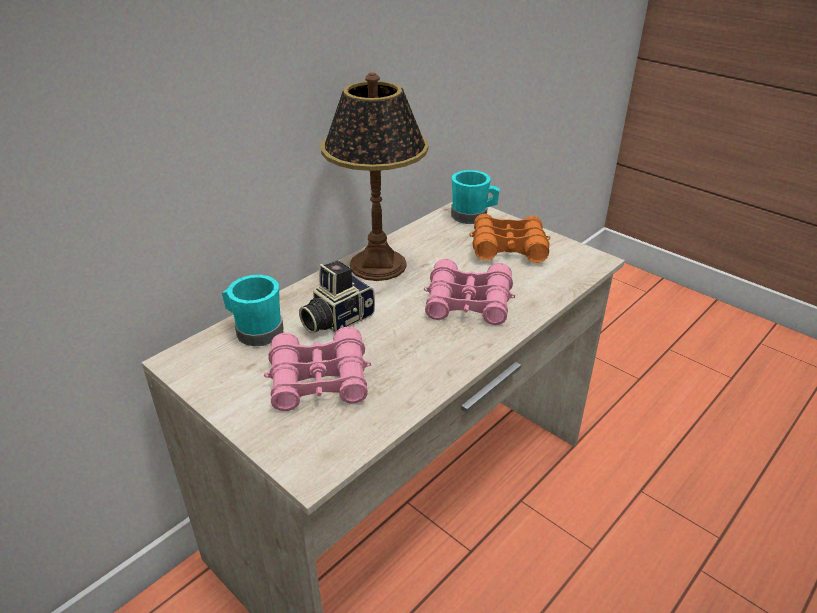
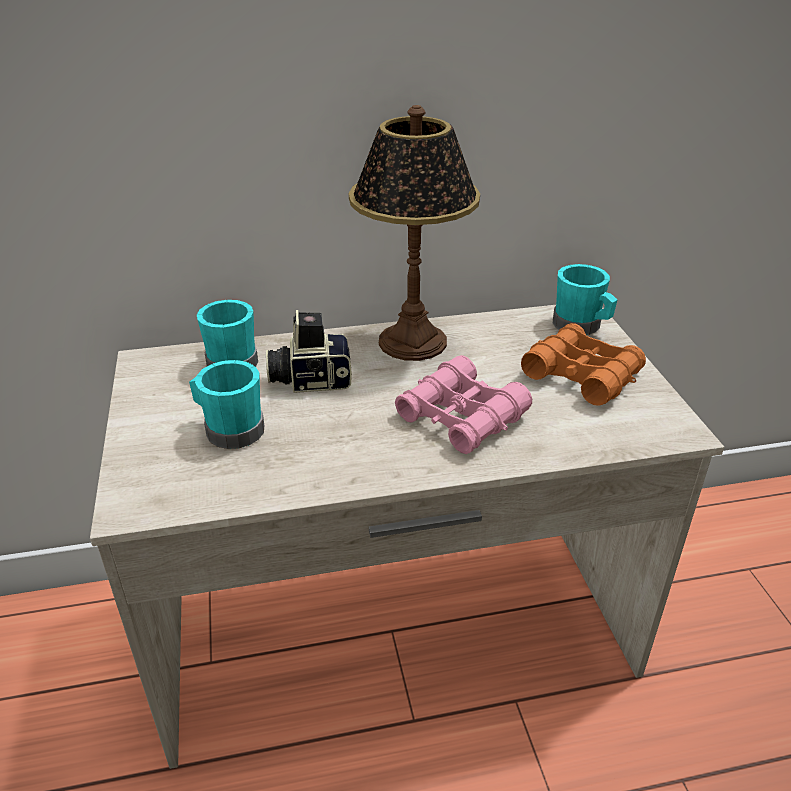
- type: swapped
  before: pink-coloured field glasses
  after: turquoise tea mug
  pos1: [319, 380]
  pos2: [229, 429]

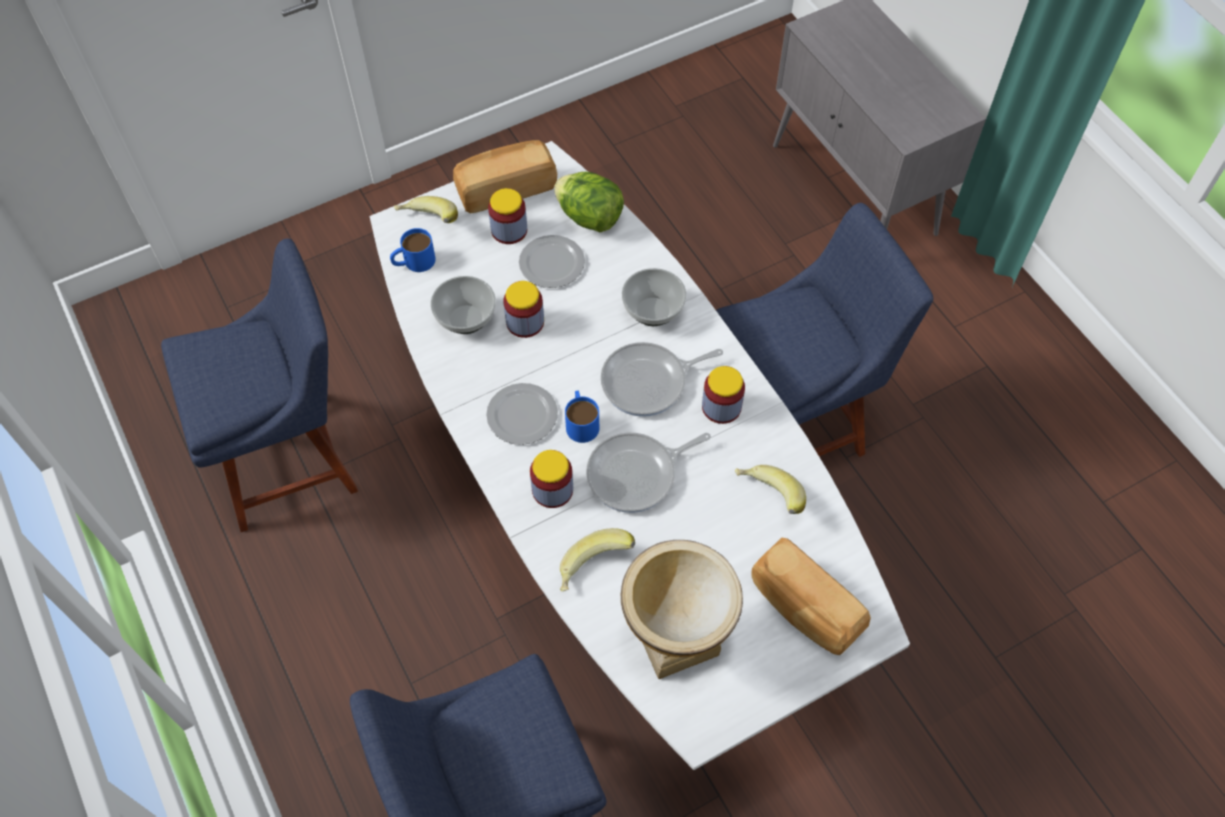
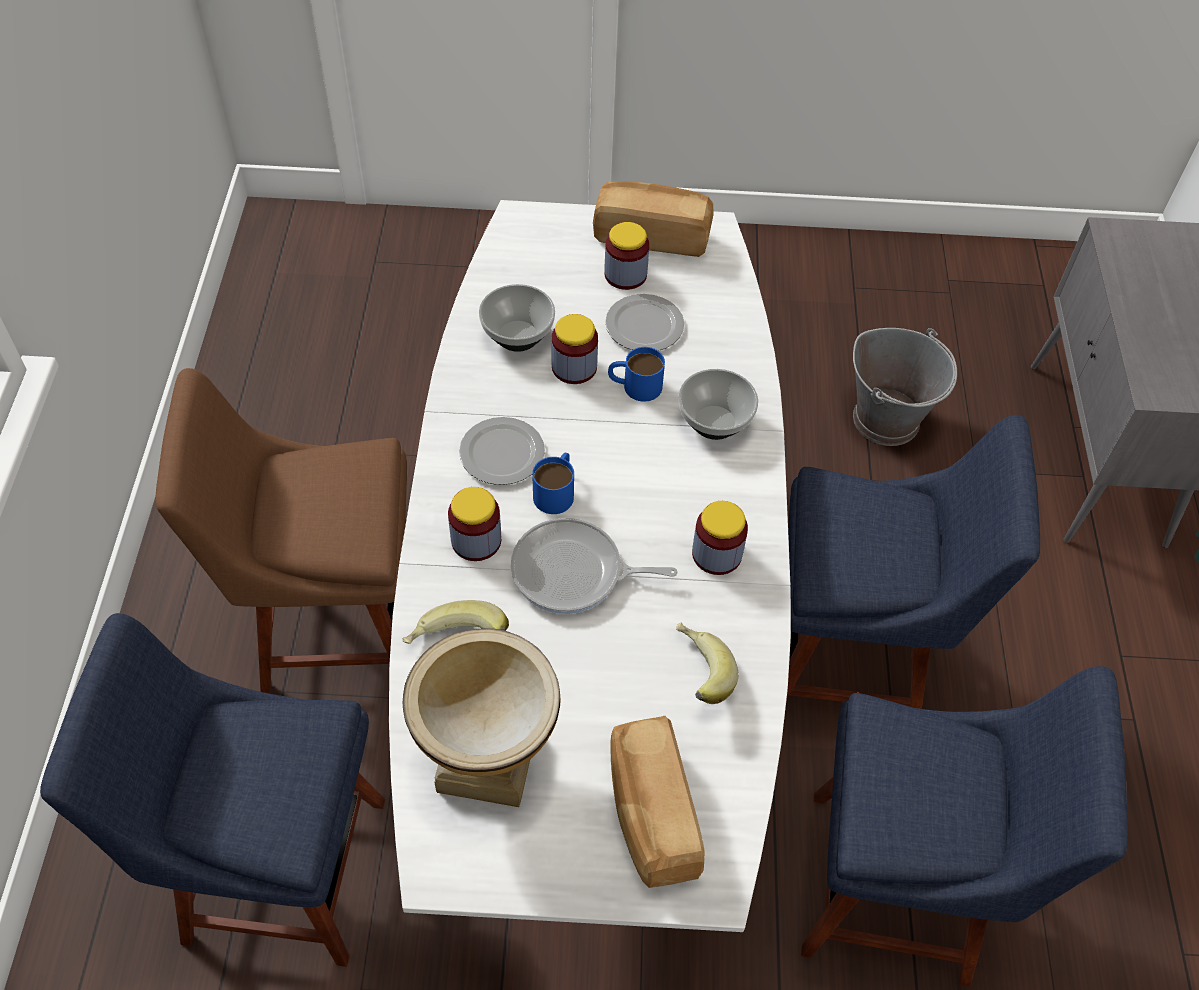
- type: shifted
  before: blue-coloured upright chair
  pos1: [293, 457]
  pos2: [901, 888]
- type: shifted
  before: blue-coloured tea mug
  pos1: [413, 262]
  pos2: [635, 385]
- type: gone
  before: banana
  pos1: [428, 223]
- type: gone
  before: lettuce
  pos1: [589, 217]
- type: gone
  before: frying pan
  pos1: [648, 382]
- type: new
  after: brown upright chair
  pos2: [329, 622]
- type: new
  after: greyish bucket
  pos2: [887, 419]

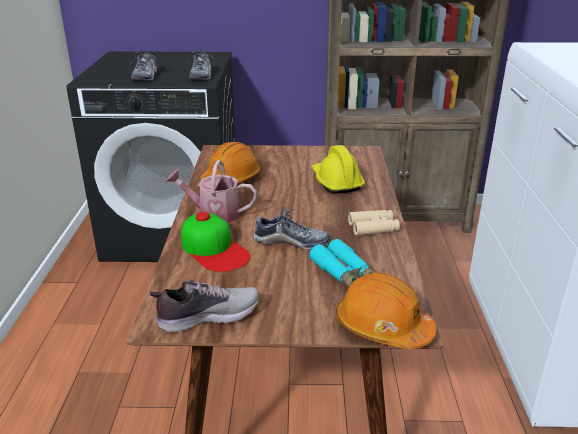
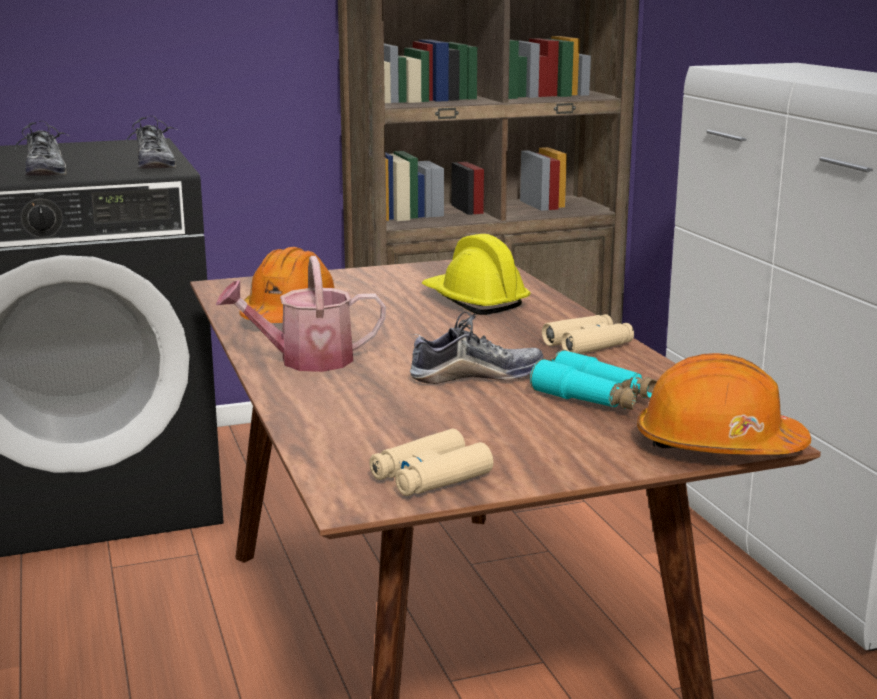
- type: swapped
  before: shoe
  after: sand-coloured field glasses
  pos1: [207, 316]
  pos2: [430, 477]
- type: gone
  before: baseball cap
  pos1: [214, 249]

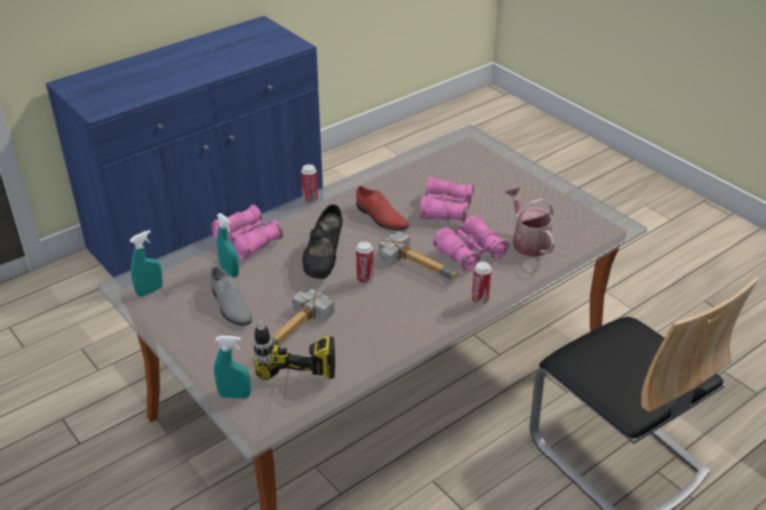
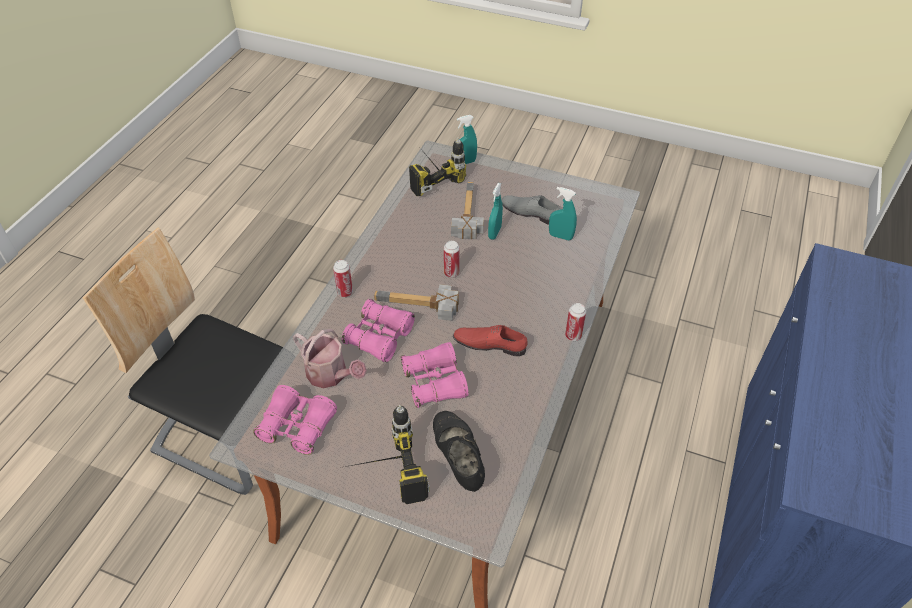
- type: shifted
  before: turquoise spray bottle
  pos1: [150, 291]
  pos2: [494, 233]
- type: shifted
  before: pink-coloured field glasses
  pos1: [248, 240]
  pos2: [297, 426]
- type: shifted
  before: black shoe
  pos1: [324, 260]
  pos2: [458, 460]
- type: new
  after: power drill
  pos2: [381, 475]

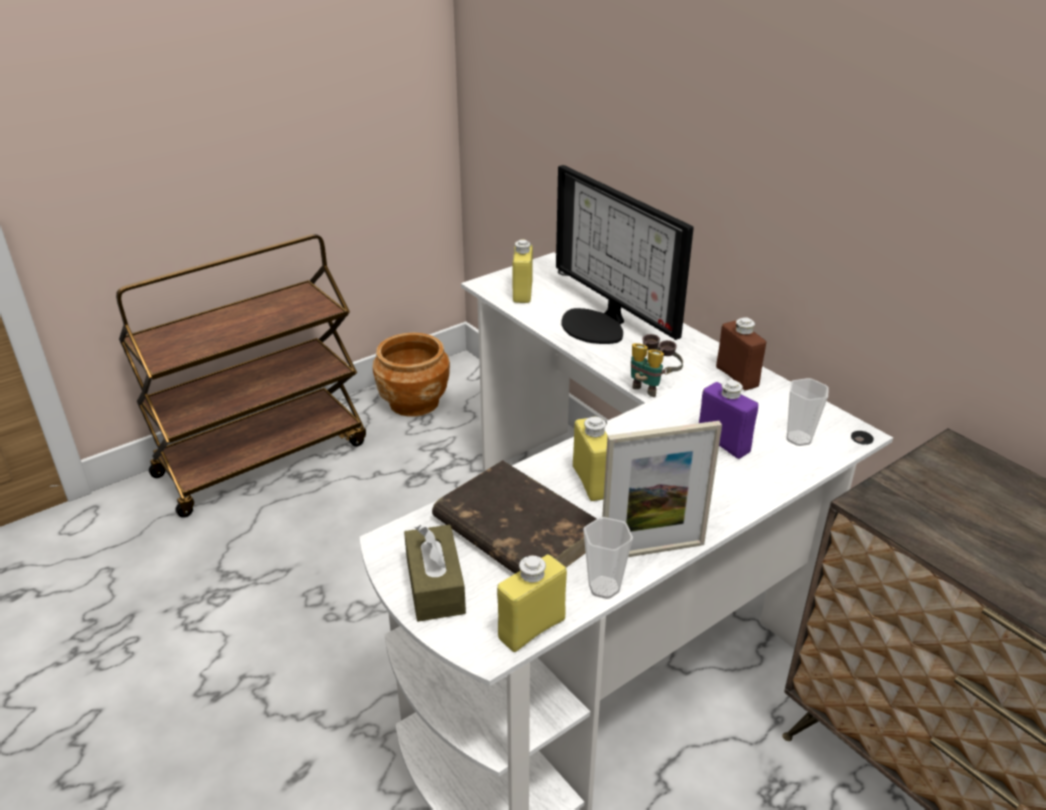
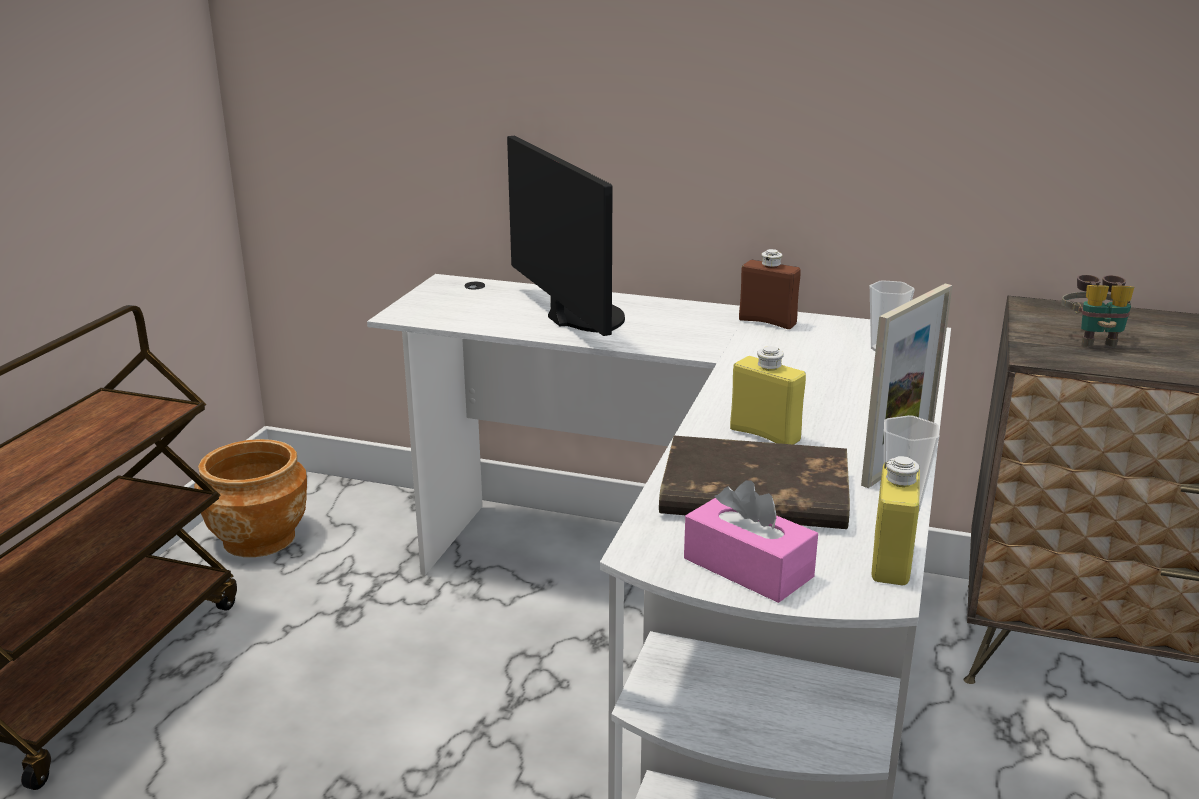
- type: repainted
  before: brown tissue holder
  after: pink-coloured tissue holder
  pos1: [435, 585]
  pos2: [748, 567]
- type: gone
  before: yellow beverage bottle
  pos1: [522, 293]
- type: rotated
  before: computer display
  pos1: [599, 325]
  pos2: [578, 317]
  turn: -135
- type: shifted
  before: field glasses
  pos1: [651, 386]
  pos2: [1093, 340]
- type: gone
  before: purplish beverage bottle
  pos1: [723, 443]

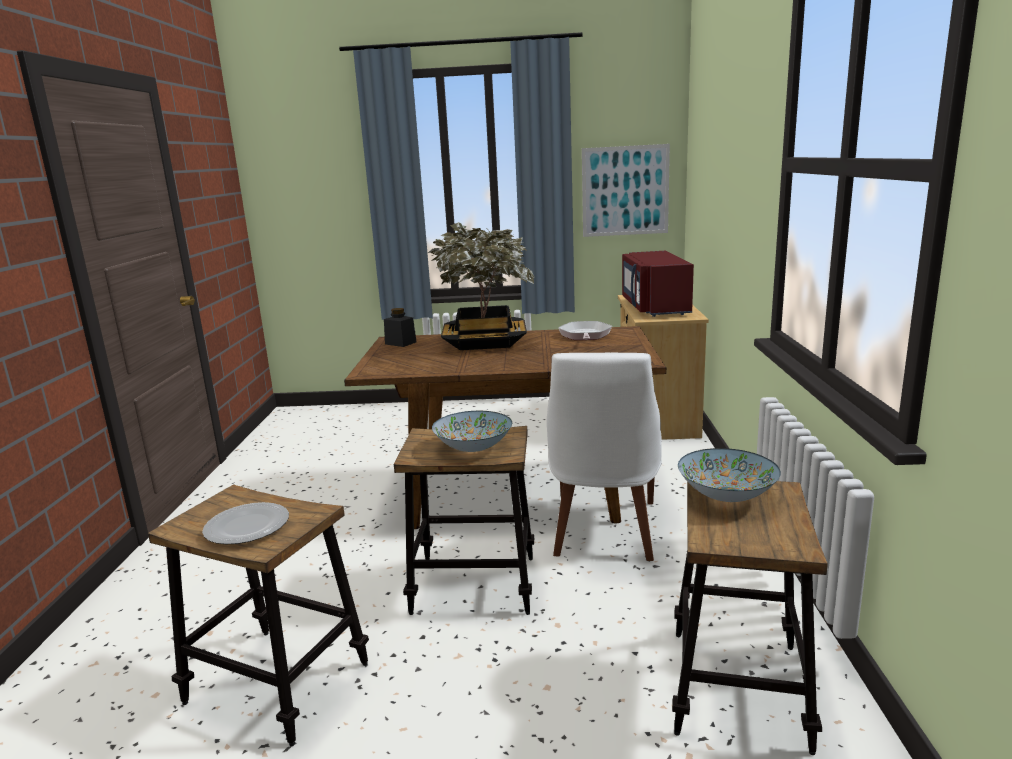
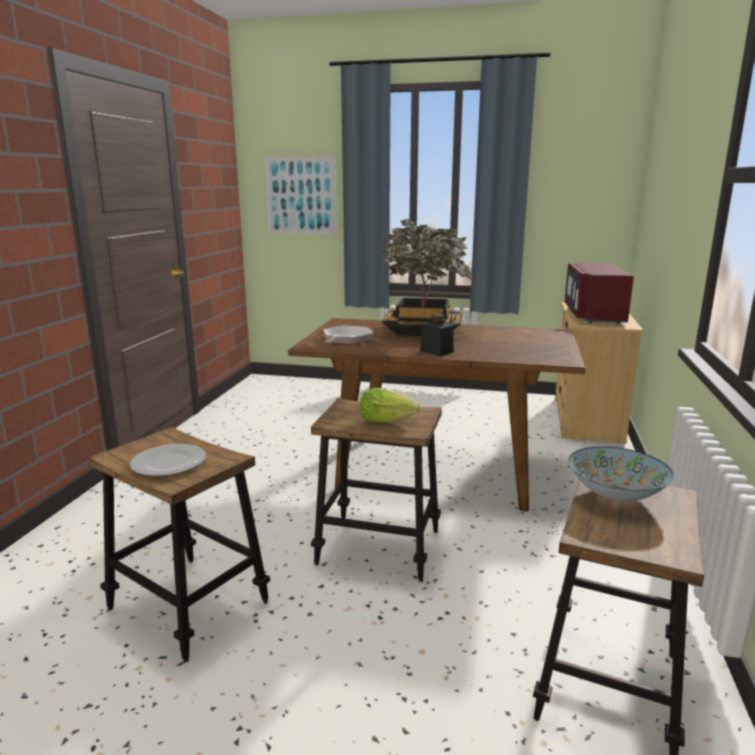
- type: shifted
  before: black storage jar
  pos1: [400, 343]
  pos2: [436, 351]
- type: swapped
  before: serving bowl
  after: lettuce
  pos1: [473, 447]
  pos2: [386, 420]
- type: gone
  before: white-coloured upright chair
  pos1: [604, 531]
- type: shifted
  before: frying pan
  pos1: [585, 336]
  pos2: [346, 340]
- type: shifted
  before: wall art
  pos1: [625, 191]
  pos2: [300, 196]

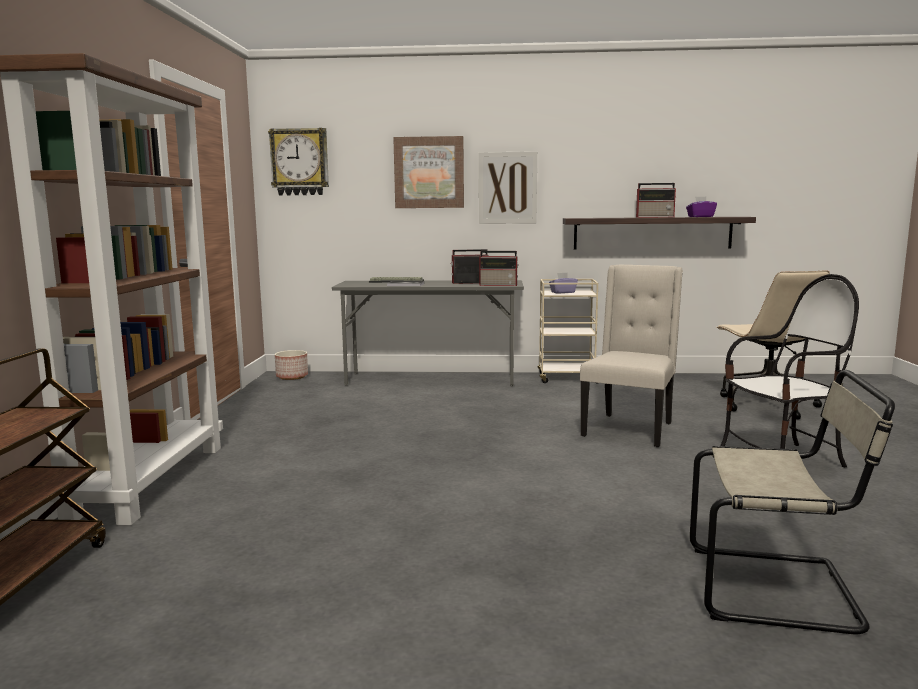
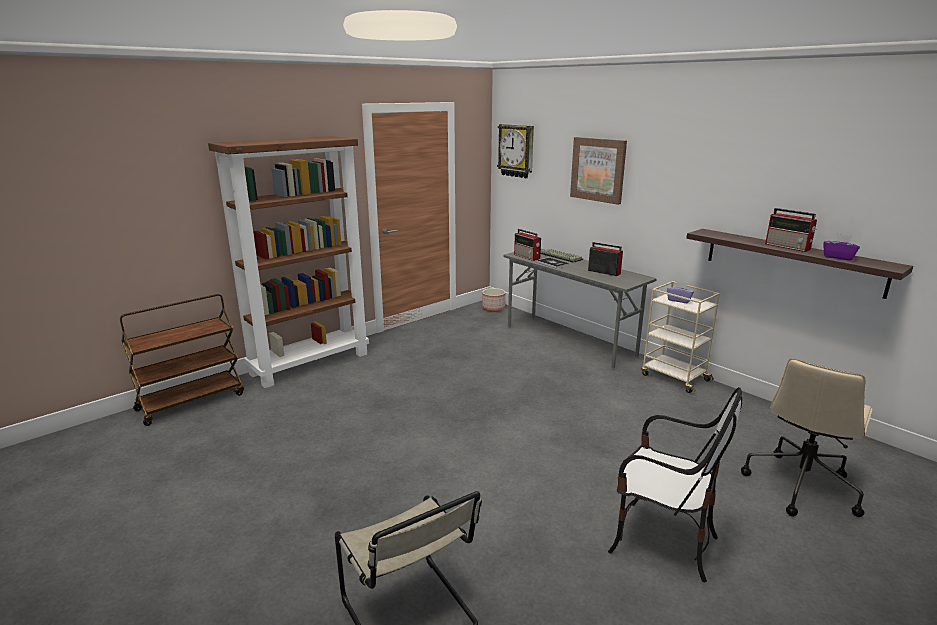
- type: gone
  before: wall art
  pos1: [507, 188]
- type: shifted
  before: radio set
  pos1: [499, 285]
  pos2: [527, 257]
- type: gone
  before: sand-coloured upright chair
  pos1: [629, 429]

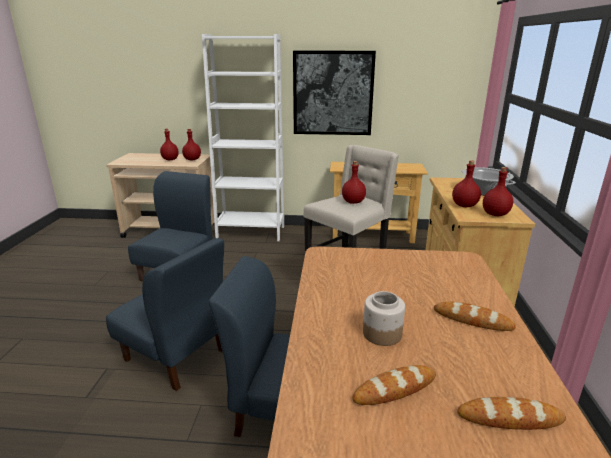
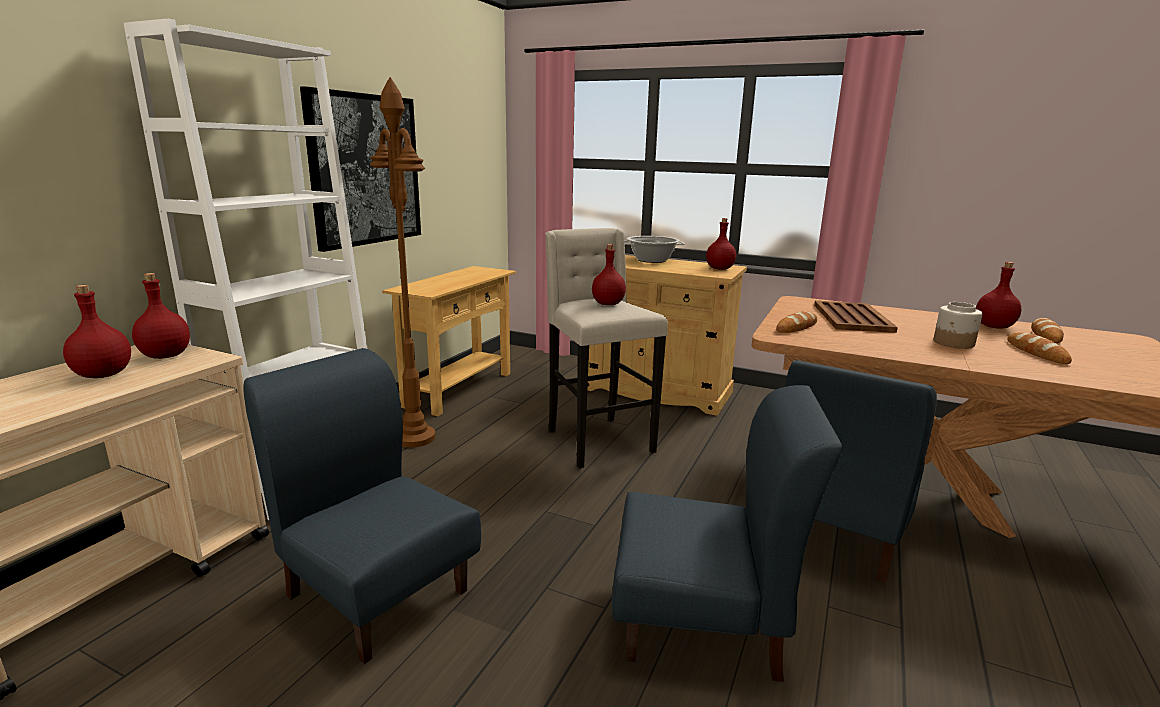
- type: rotated
  before: blue-coloured upright chair
  pos1: [176, 355]
  pos2: [701, 622]
  turn: 45
- type: shifted
  before: bread
  pos1: [472, 320]
  pos2: [796, 327]
- type: shifted
  before: reddish beverage bottle
  pos1: [465, 205]
  pos2: [993, 326]
- type: new
  after: brown floor lamp
  pos2: [414, 438]
- type: new
  after: brown serving tray
  pos2: [852, 317]

